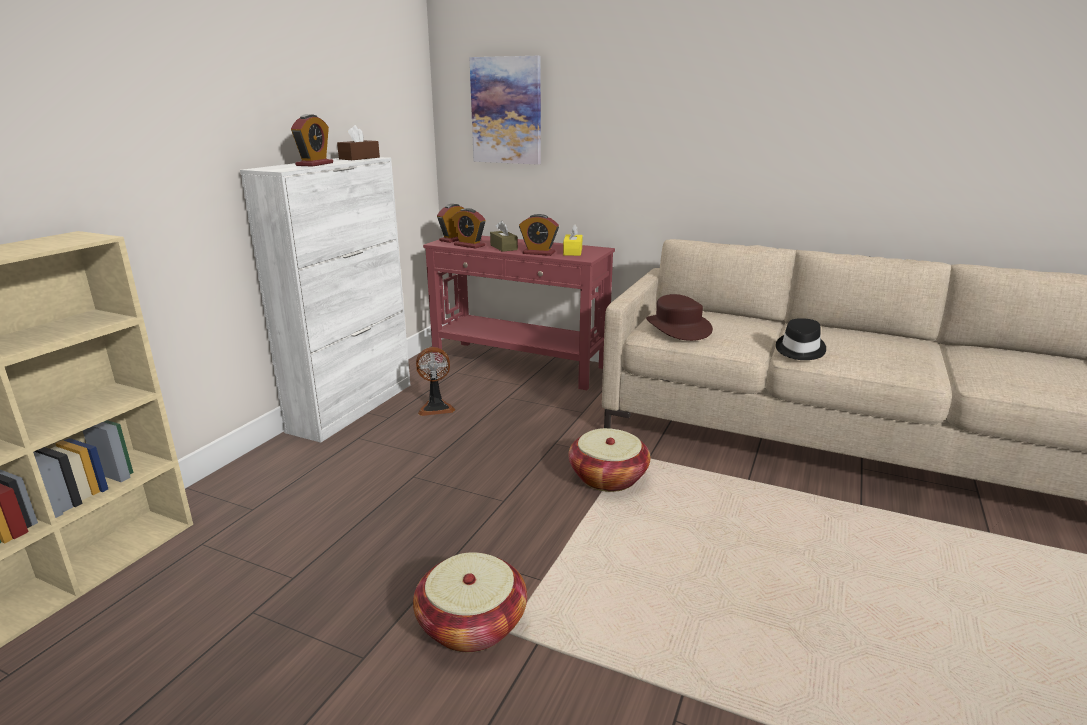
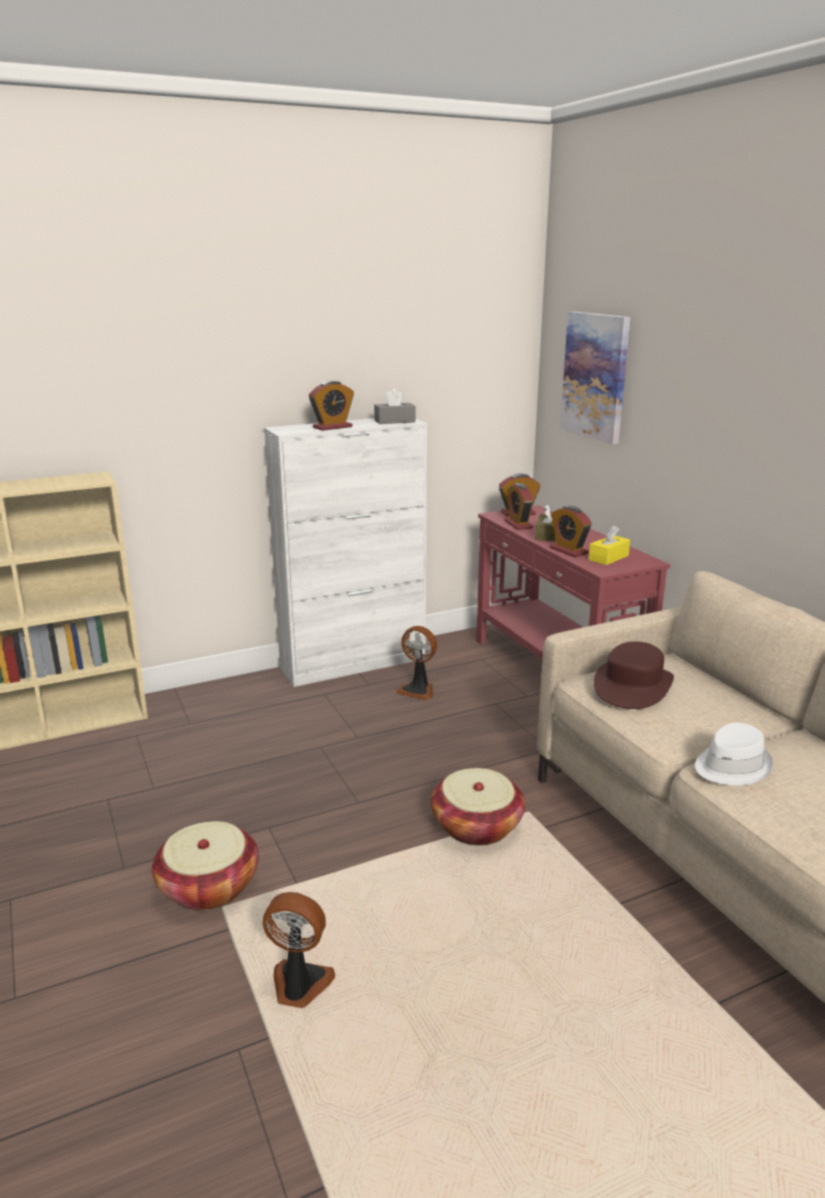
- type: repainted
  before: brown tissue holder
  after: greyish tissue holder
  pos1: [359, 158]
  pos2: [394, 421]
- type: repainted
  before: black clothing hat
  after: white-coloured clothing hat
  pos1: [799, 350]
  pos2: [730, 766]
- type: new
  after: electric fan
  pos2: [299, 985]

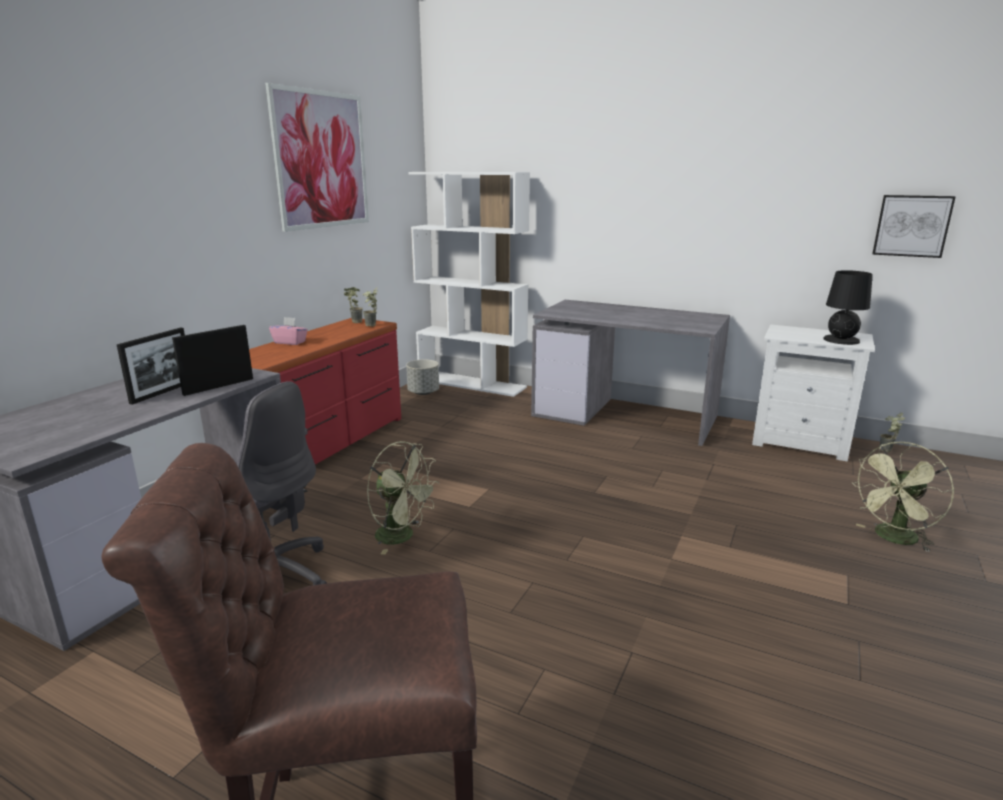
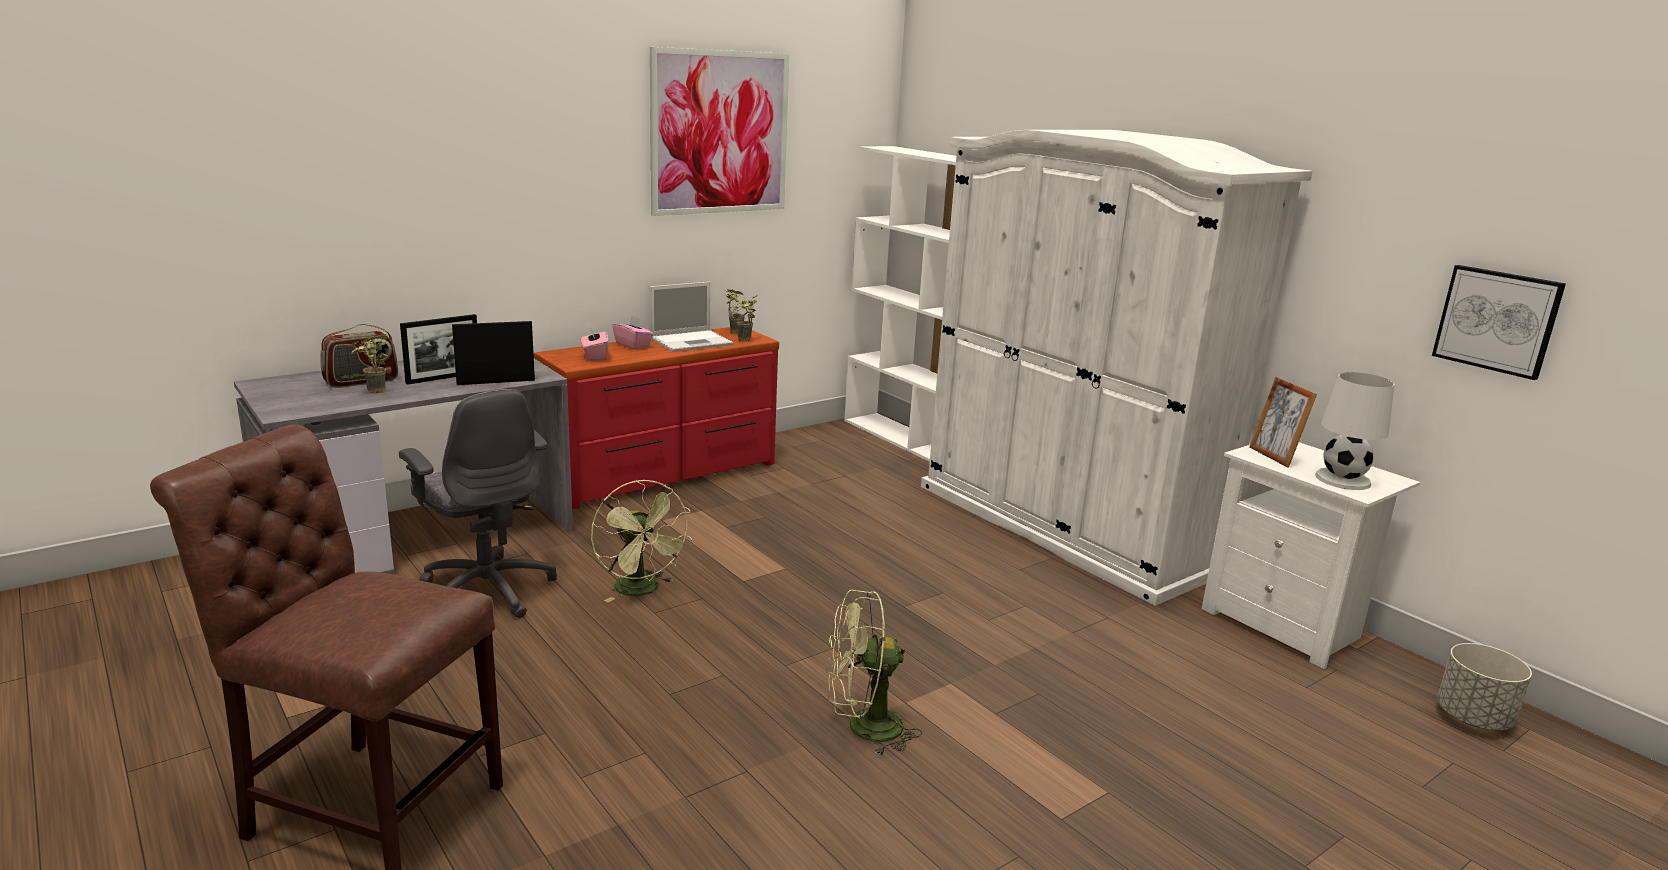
- type: shifted
  before: greyish flower pot
  pos1: [423, 392]
  pos2: [1473, 718]
- type: swapped
  before: greyish desk table
  after: white-coloured armoire
  pos1: [625, 416]
  pos2: [1064, 526]
- type: repainted
  before: black lamp for a table
  after: white-coloured lamp for a table
  pos1: [841, 340]
  pos2: [1342, 480]
- type: shifted
  before: green electric fan
  pos1: [893, 539]
  pos2: [863, 728]
- type: shifted
  before: houseplant
  pos1: [887, 451]
  pos2: [373, 393]
- type: new
  after: radio set
  pos2: [361, 382]
- type: new
  after: pink-coloured tissue holder
  pos2: [595, 357]
- type: new
  after: laptop
  pos2: [692, 341]
- type: new
  after: photo frame
  pos2: [1274, 456]

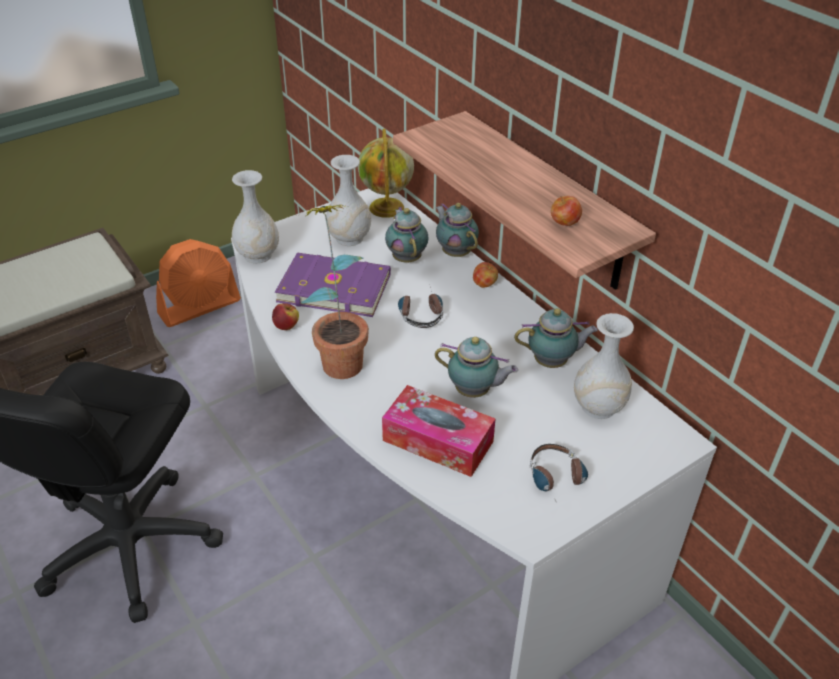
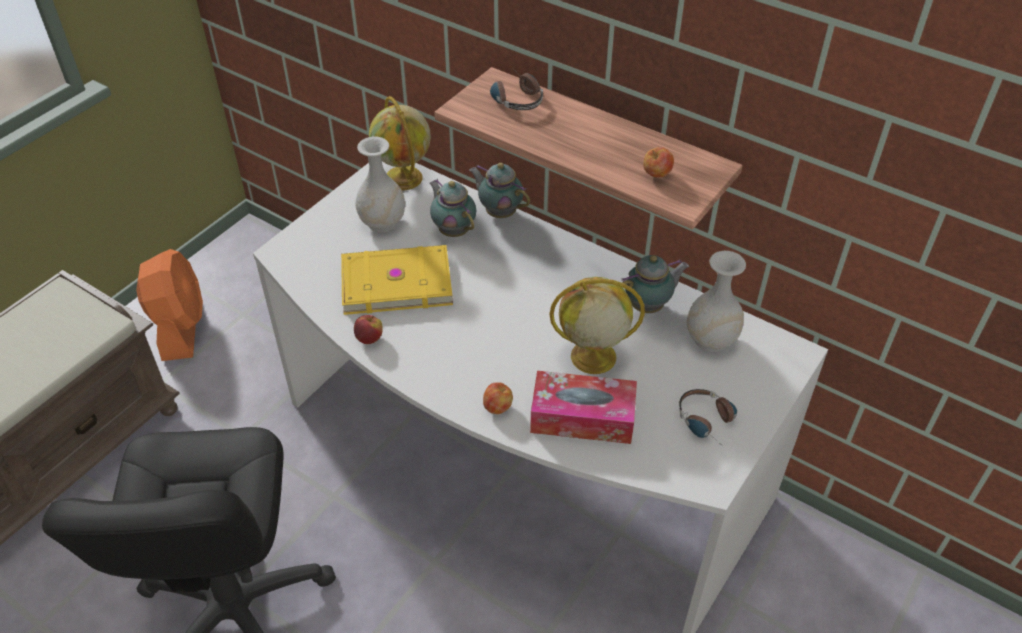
- type: rotated
  before: orange-coloured electric fan
  pos1: [200, 307]
  pos2: [181, 327]
  turn: -45
- type: gone
  before: white-coloured vase
  pos1: [258, 255]
- type: repainted
  before: purplish volume
  after: yellow volume
  pos1: [334, 287]
  pos2: [395, 282]
- type: gone
  before: houseplant
  pos1: [340, 356]
- type: shifted
  before: headset
  pos1: [420, 312]
  pos2: [514, 97]
- type: swapped
  before: teapot
  after: world globe
  pos1: [474, 392]
  pos2: [591, 357]
- type: shifted
  before: apple fruit
  pos1: [484, 284]
  pos2: [498, 407]

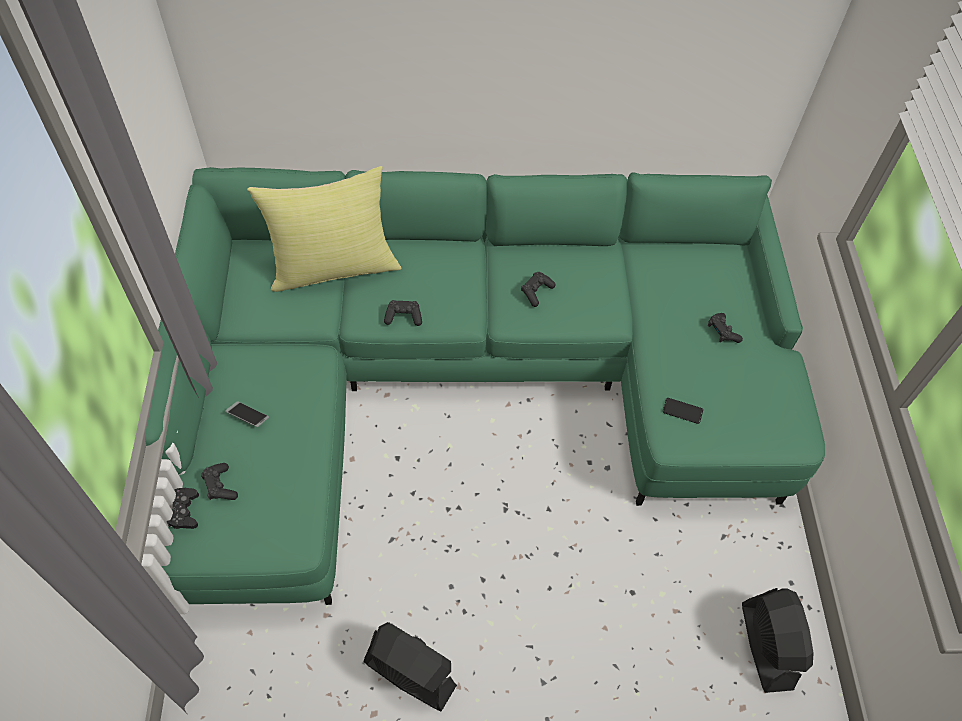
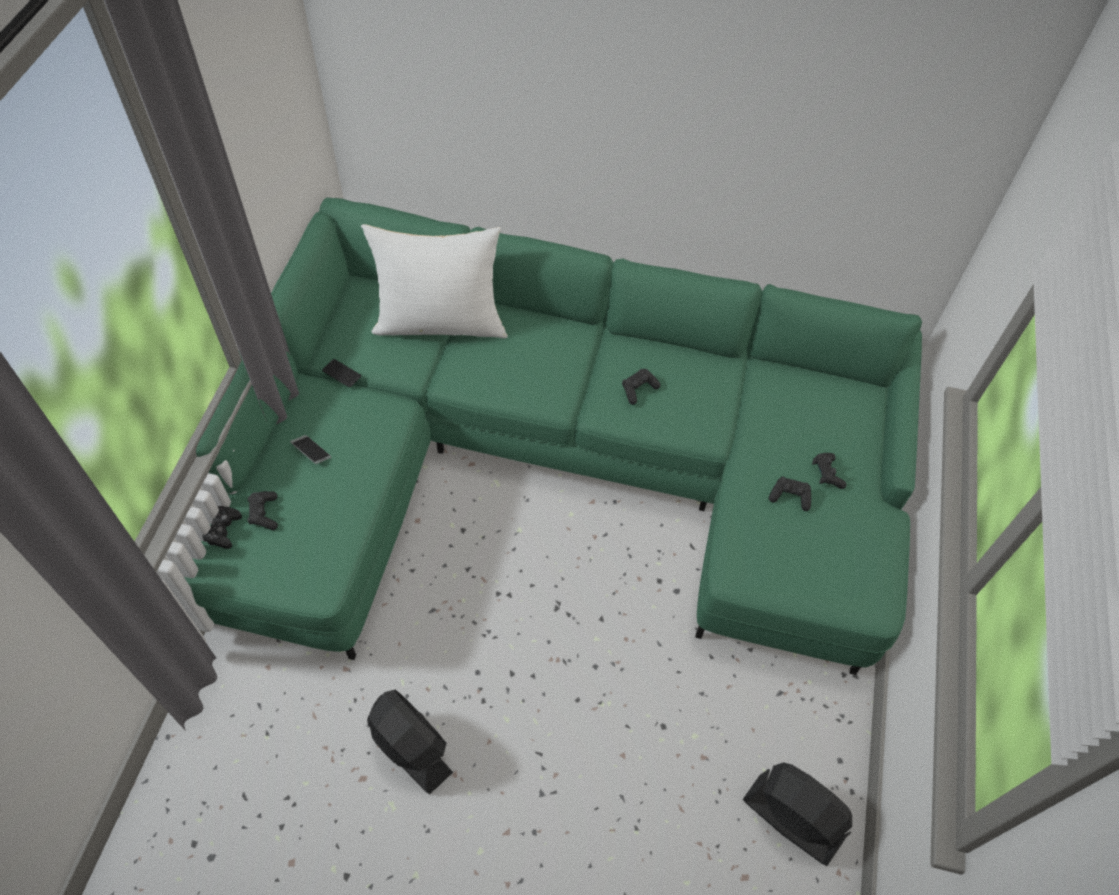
- type: repainted
  before: yellow throw pillow
  after: white-coloured throw pillow
  pos1: [334, 267]
  pos2: [441, 322]
- type: shifted
  before: black gamepad
  pos1: [403, 317]
  pos2: [790, 497]
- type: shifted
  before: handset
  pos1: [682, 411]
  pos2: [341, 373]
- type: rotated
  before: black electric fan
  pos1: [766, 645]
  pos2: [791, 819]
  turn: -60

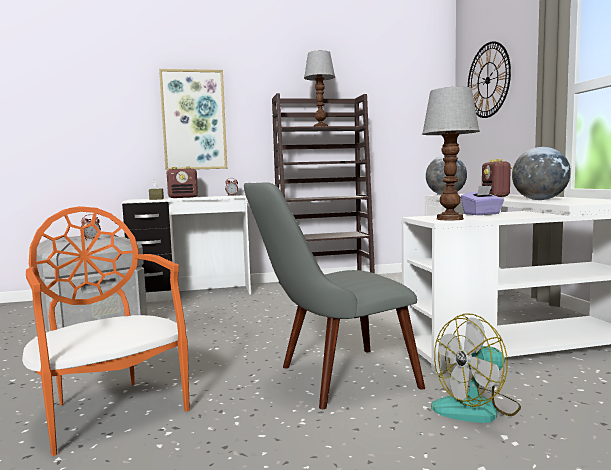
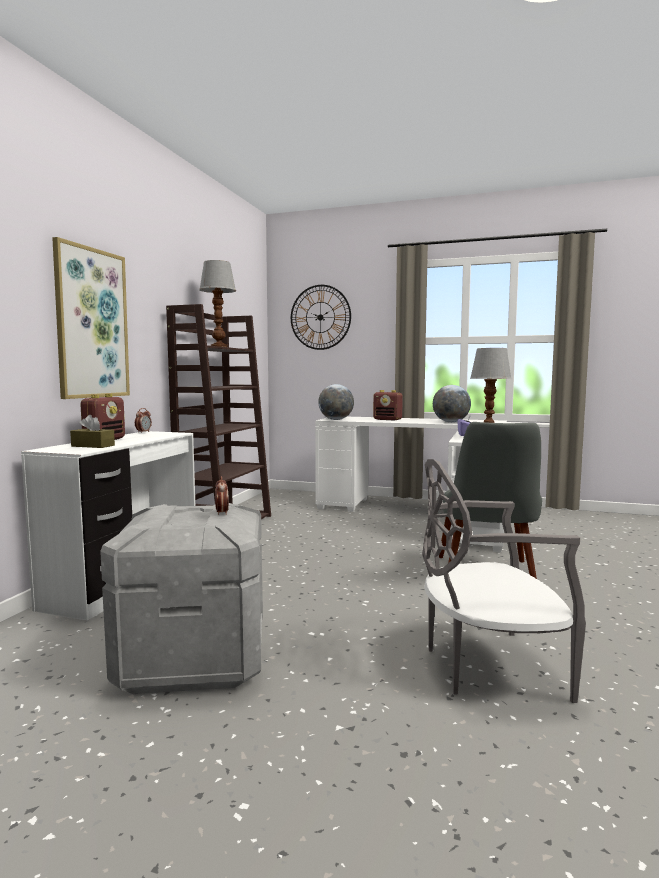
- type: repainted
  before: orange-coloured upright chair
  after: greyish upright chair
  pos1: [111, 409]
  pos2: [488, 667]
- type: gone
  before: electric fan
  pos1: [477, 408]

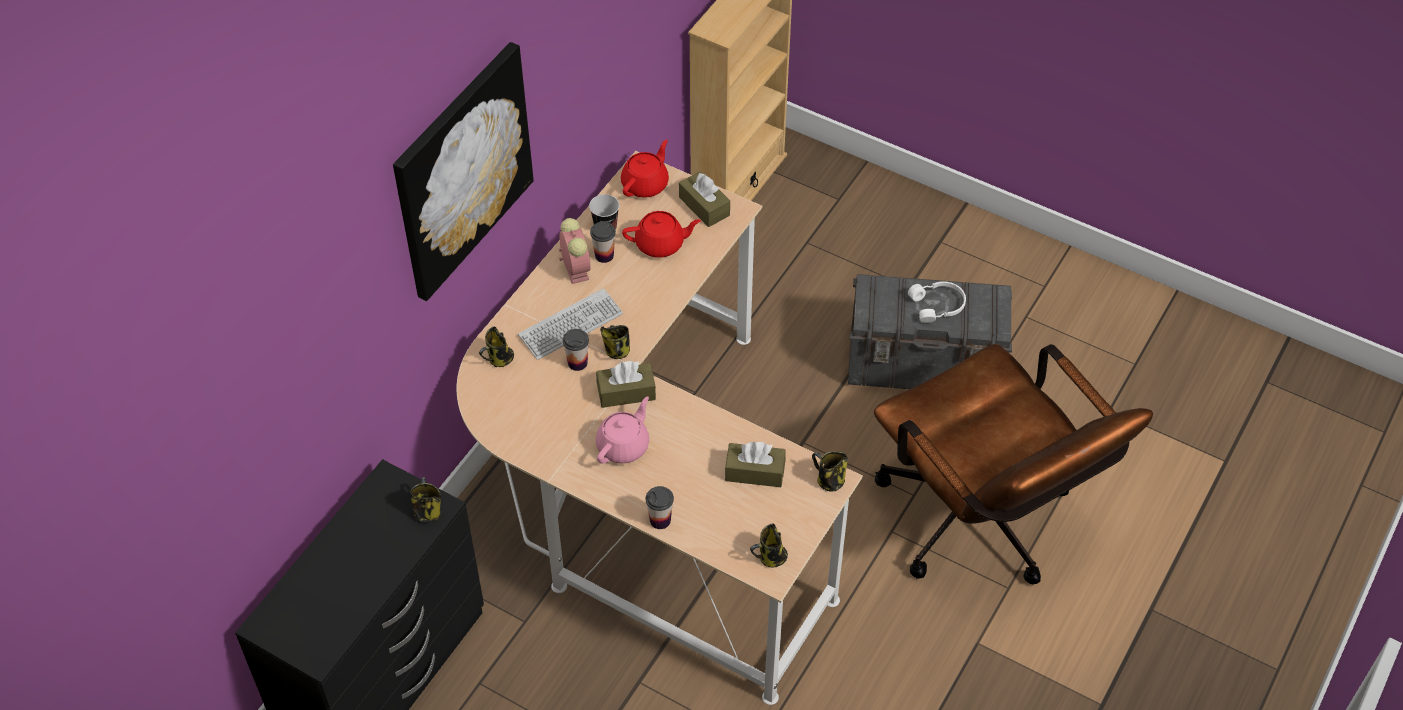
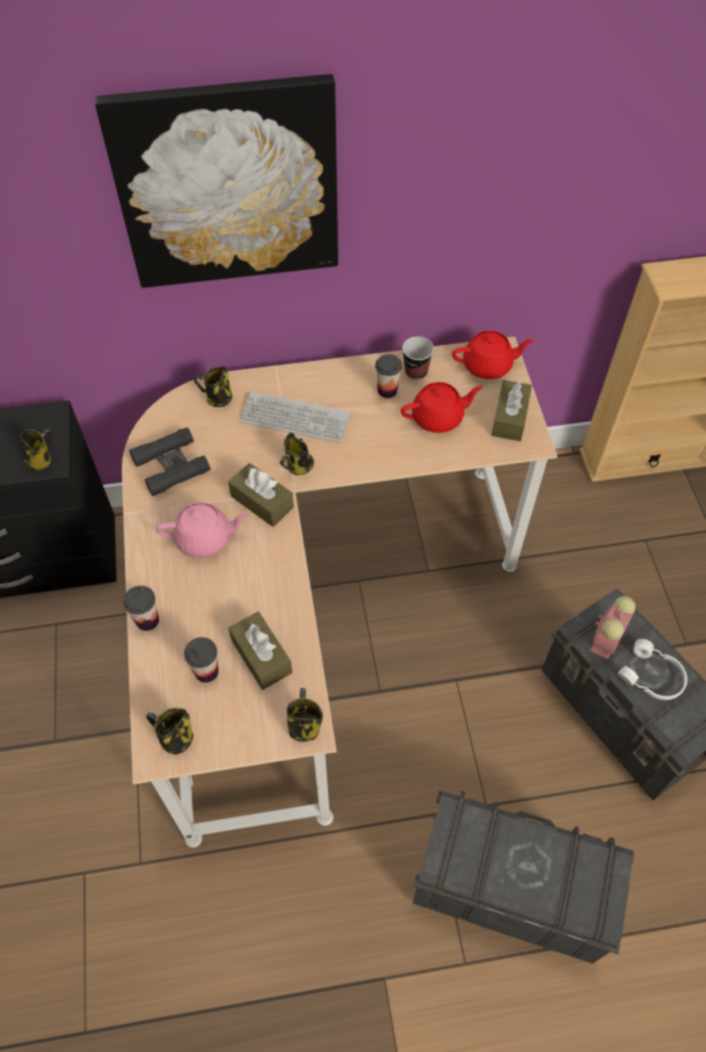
- type: shifted
  before: alarm clock
  pos1: [574, 268]
  pos2: [606, 639]
- type: shifted
  before: drinking cup
  pos1: [577, 363]
  pos2: [206, 671]
- type: rotated
  before: reddish teapot
  pos1: [661, 244]
  pos2: [438, 417]
  turn: -60
- type: swapped
  before: brown computer chair
  after: greyish storage box
  pos1: [982, 526]
  pos2: [508, 890]
- type: new
  after: black field glasses
  pos2: [171, 466]

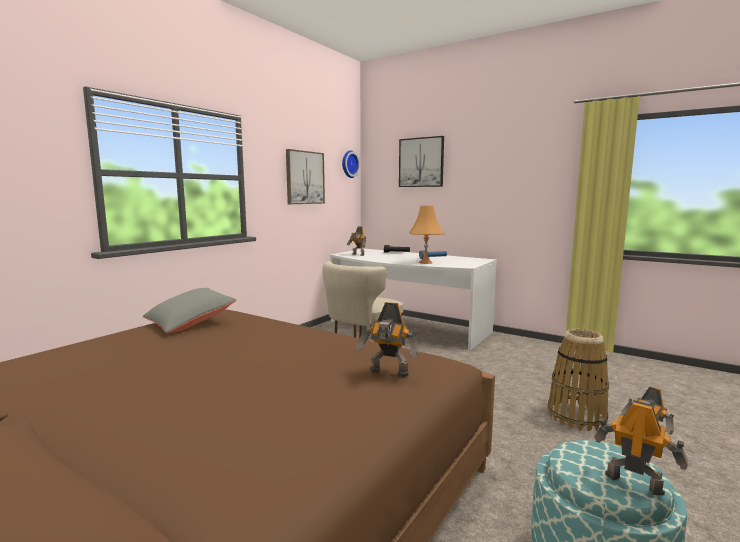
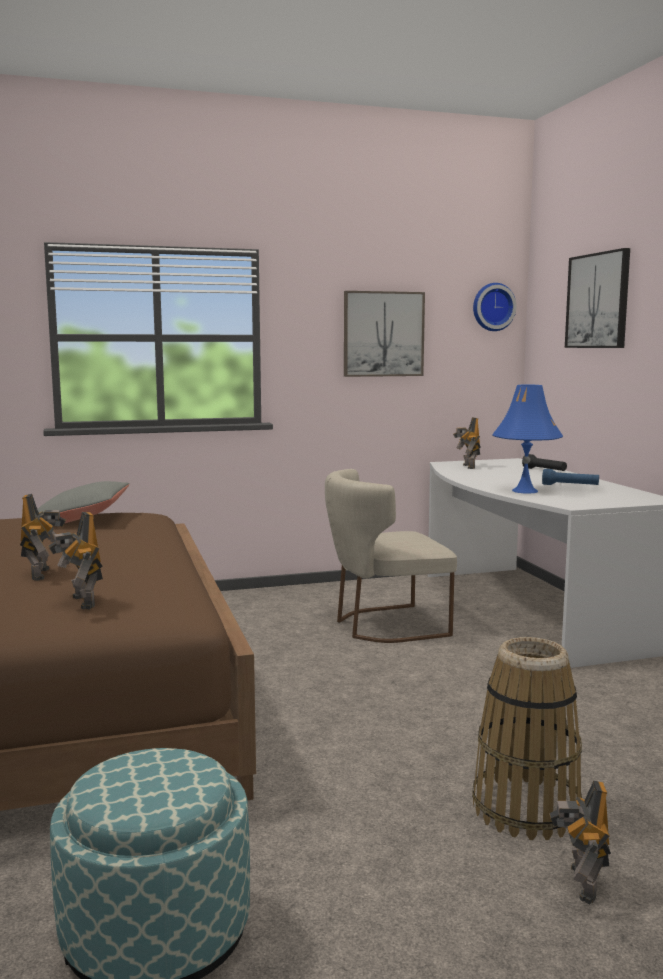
- type: repainted
  before: orange-coloured lamp for a table
  after: blue-coloured lamp for a table
  pos1: [425, 262]
  pos2: [525, 491]
- type: shifted
  before: robot figure
  pos1: [633, 482]
  pos2: [43, 574]

